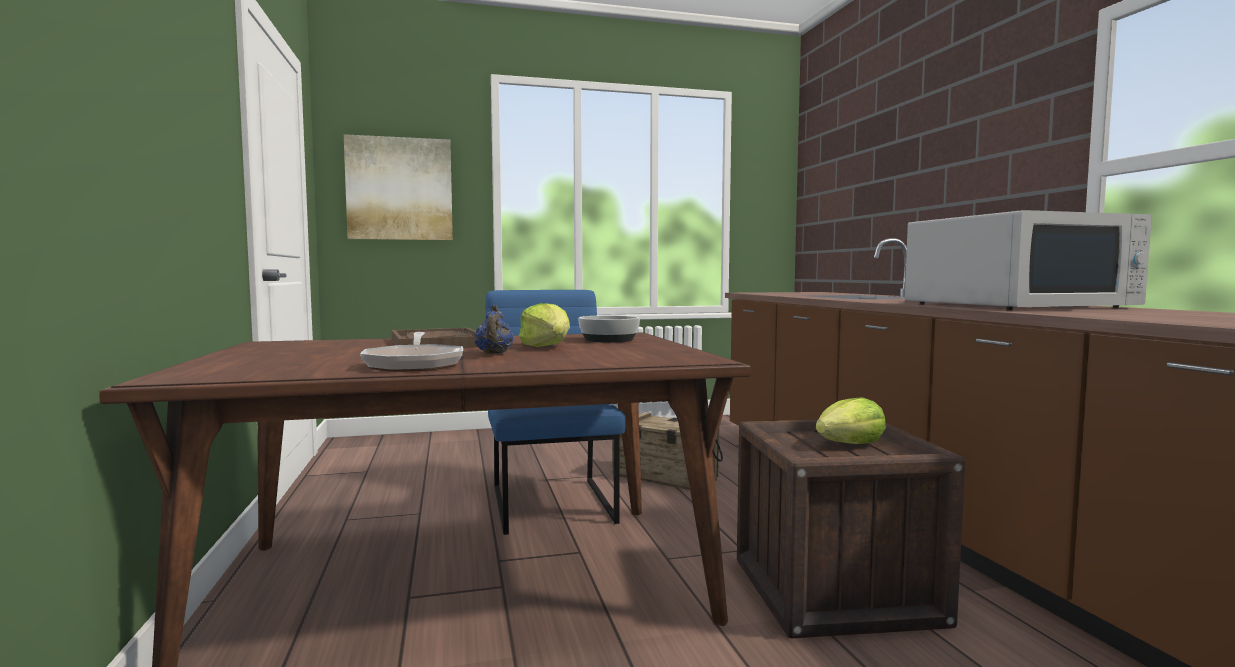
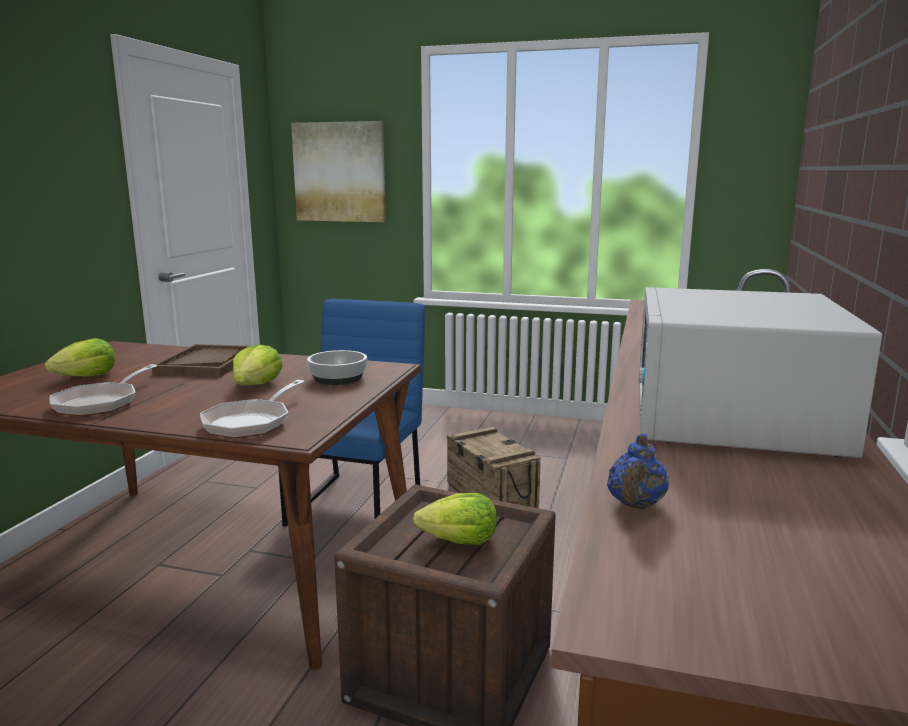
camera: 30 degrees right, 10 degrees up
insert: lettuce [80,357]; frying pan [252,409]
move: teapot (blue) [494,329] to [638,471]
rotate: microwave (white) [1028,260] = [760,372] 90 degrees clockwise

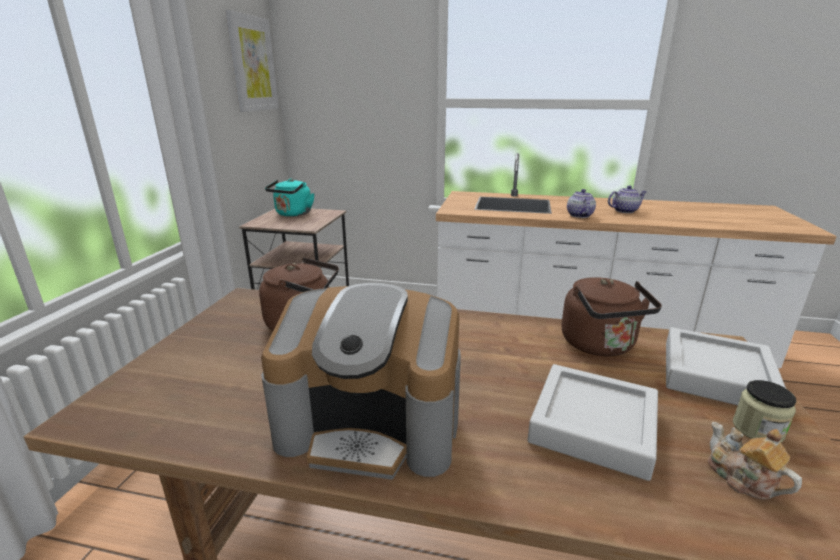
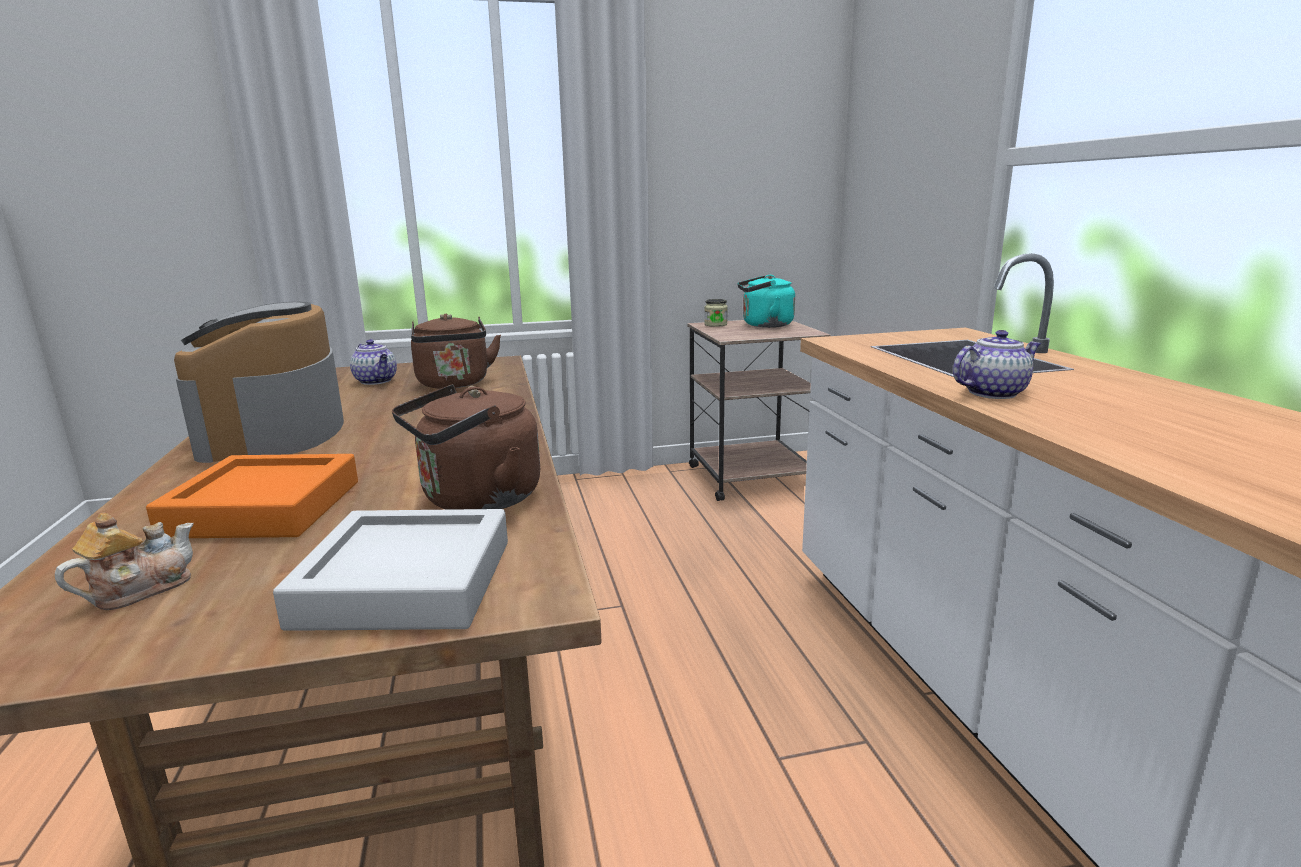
camera: 65 degrees right, 5 degrees down
delete: picture [252,61]
move: teapot [627,199] to [373,362]; jar [764,411] to [716,313]
recolor: tray (grey) [593,422] to tray (orange) [252,496]

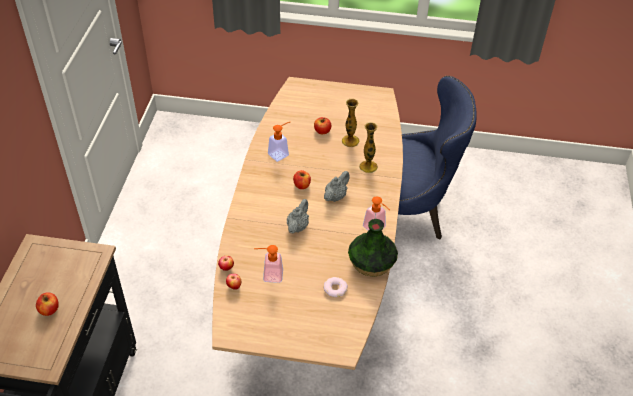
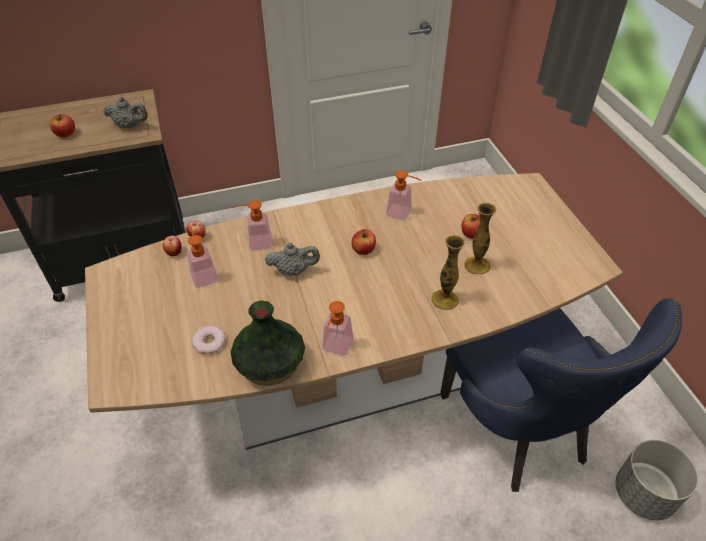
camera: 65 degrees right, 0 degrees up
insert: soap dispenser [252,225]; planter (grey) [657,480]
move: teapot (grey) [337,186] to [125,112]

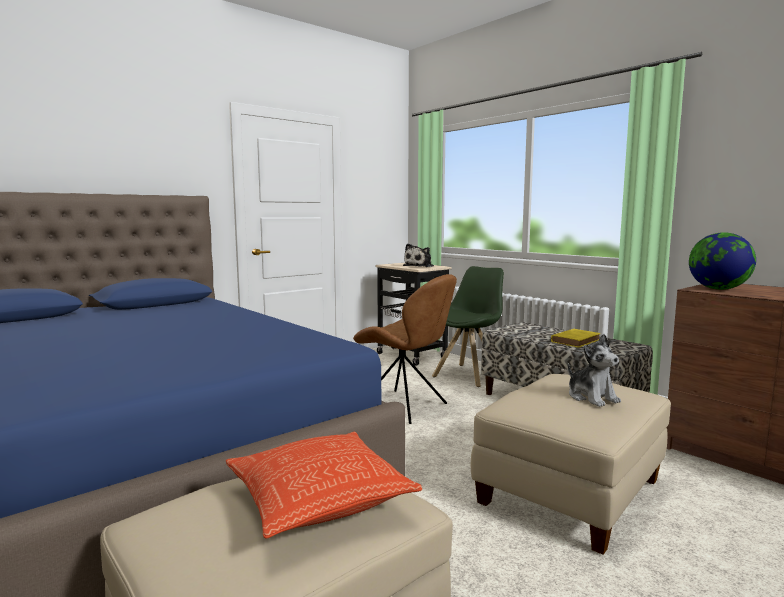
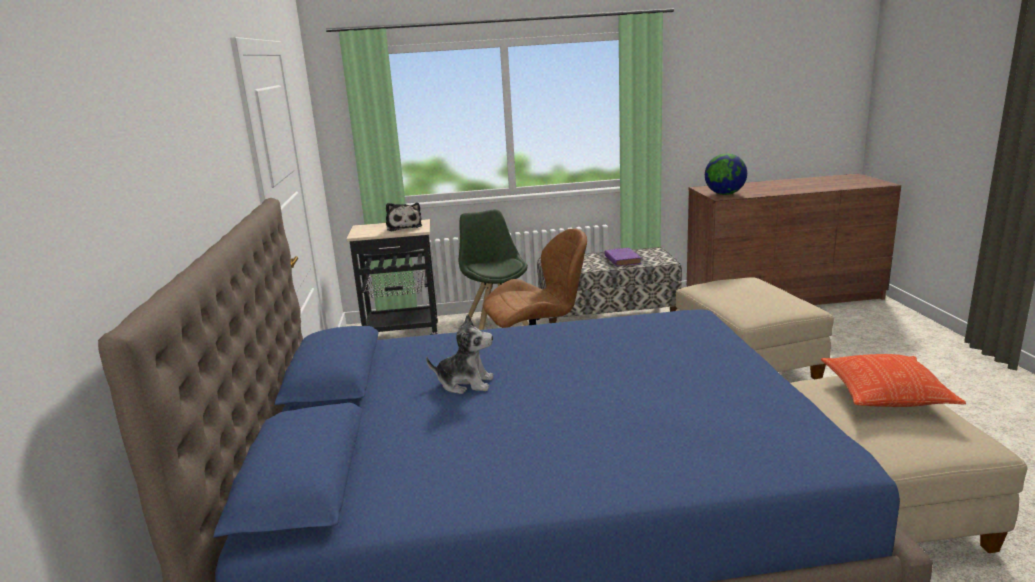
camera: 55 degrees left, 10 degrees up
move: plush toy [594,370] to [460,354]
recolor: book (yellow) [576,338] to book (purple) [623,257]

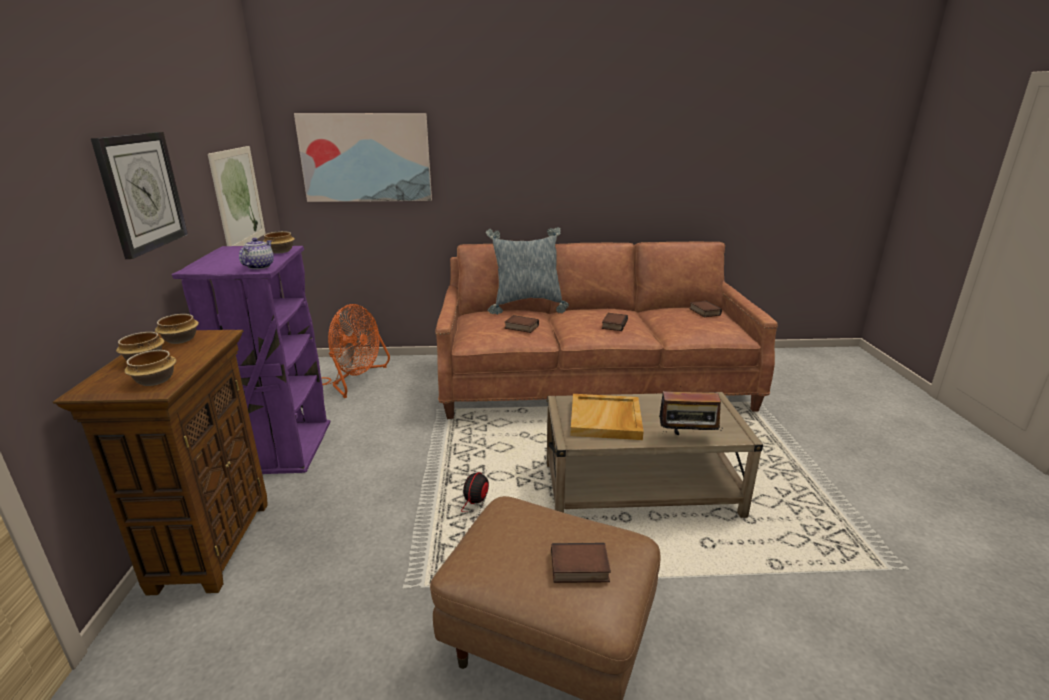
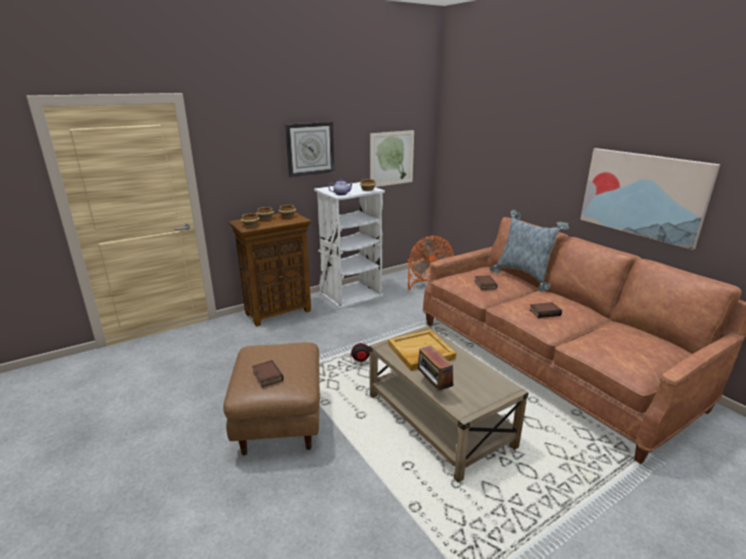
camera: 60 degrees right, 0 degrees up
delete: book [705,309]
move: picture [363,157] to [650,199]
recolor: bookcase (purple) [251,360] to bookcase (white) [349,245]

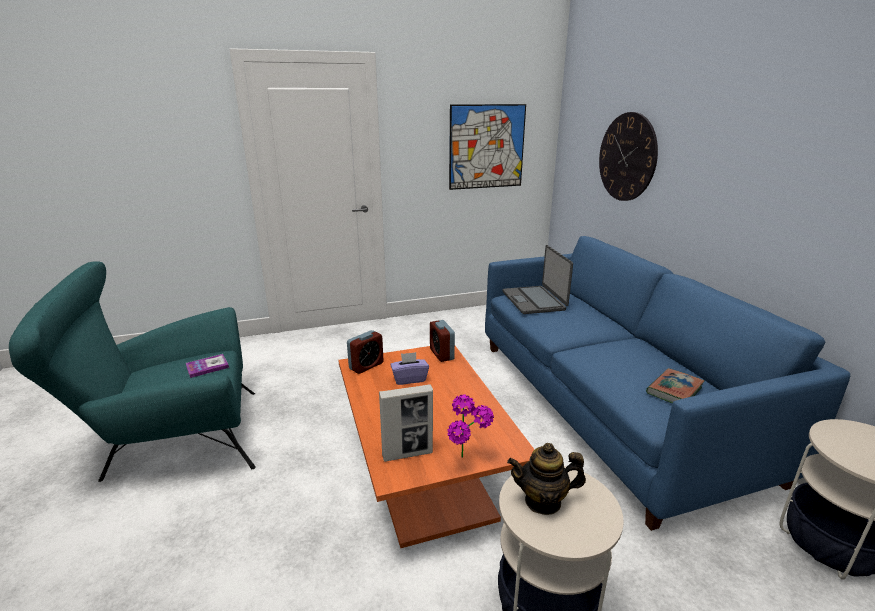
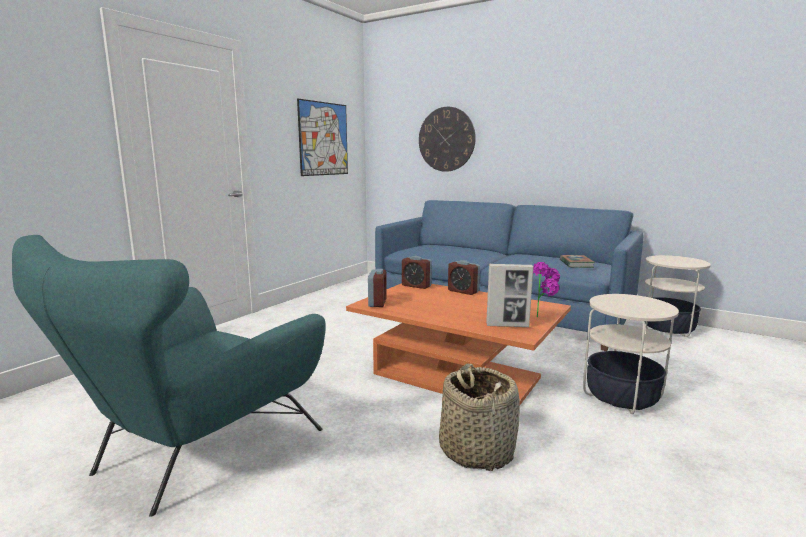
camera: 40 degrees left, 10 degrees down
delete: book [207,366]; tissue box (purple) [409,368]; laptop [537,279]; teapot [546,479]
insert: basket [479,417]; alarm clock [464,277]
rotate: picture frame [406,423] = [510,295] 60 degrees clockwise

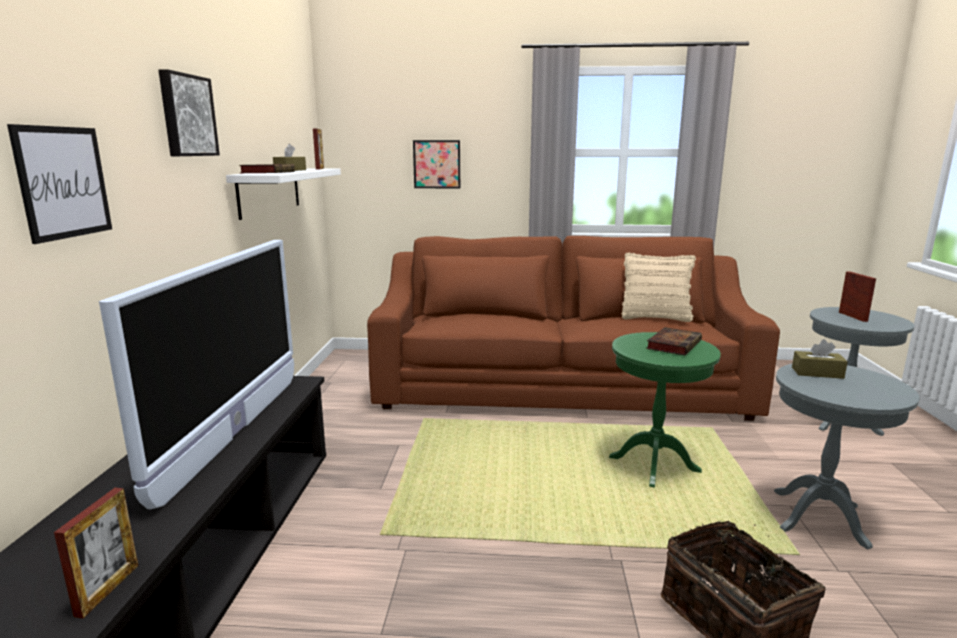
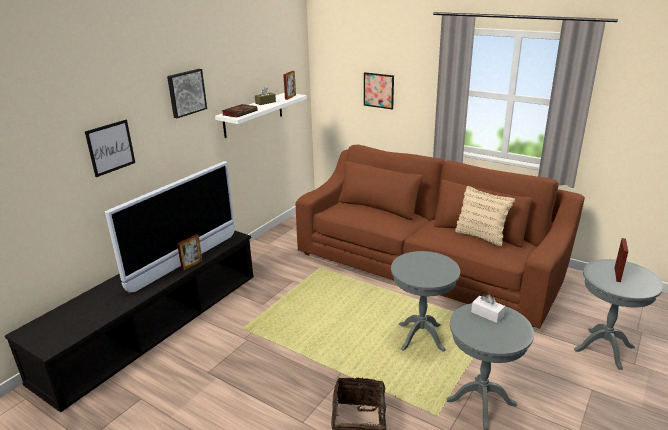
camera: 30 degrees right, 10 degrees up
delete: book [674,341]
move: picture frame [96,553] to [190,252]
recolor: side table (green) [665,409] to side table (grey) [425,301]; tissue box (brown) [820,359] to tissue box (white) [488,308]

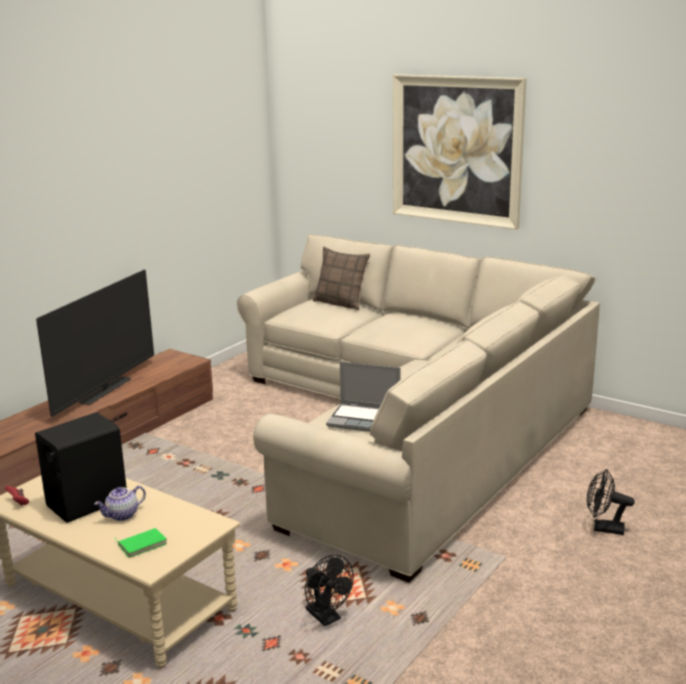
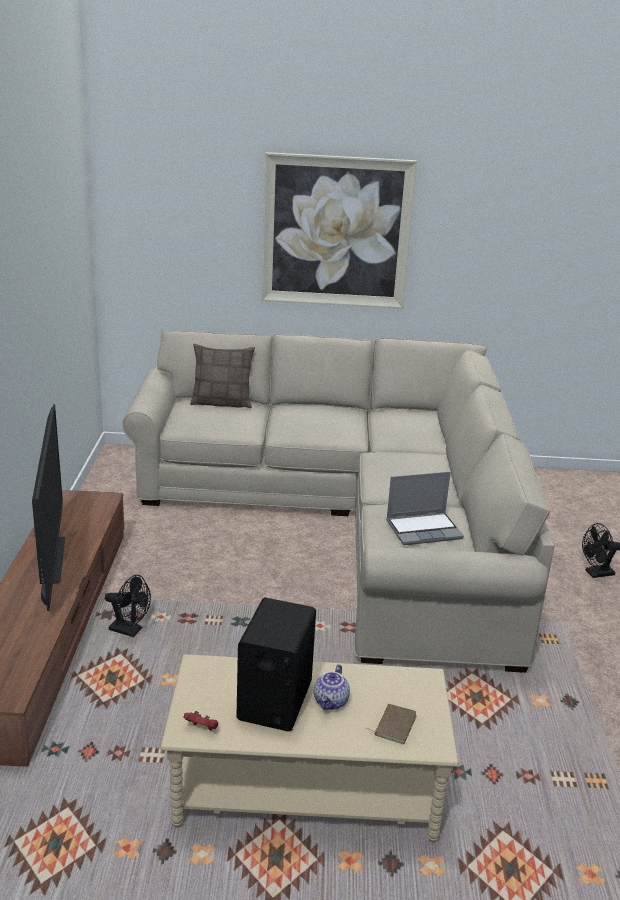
camera: 35 degrees left, 5 degrees up
move: fan (black) [329,590] to [128,606]
recolor: book (green) [141,543] to book (brown) [391,724]

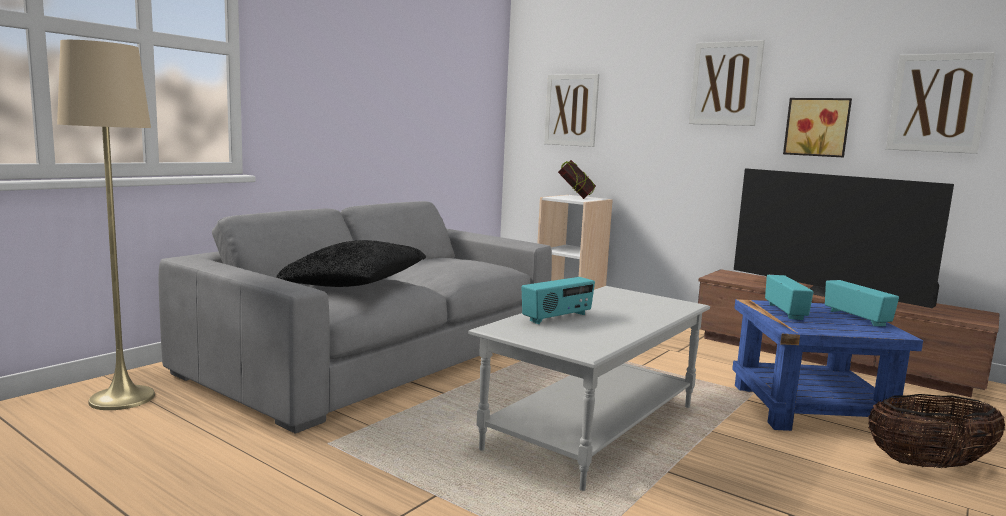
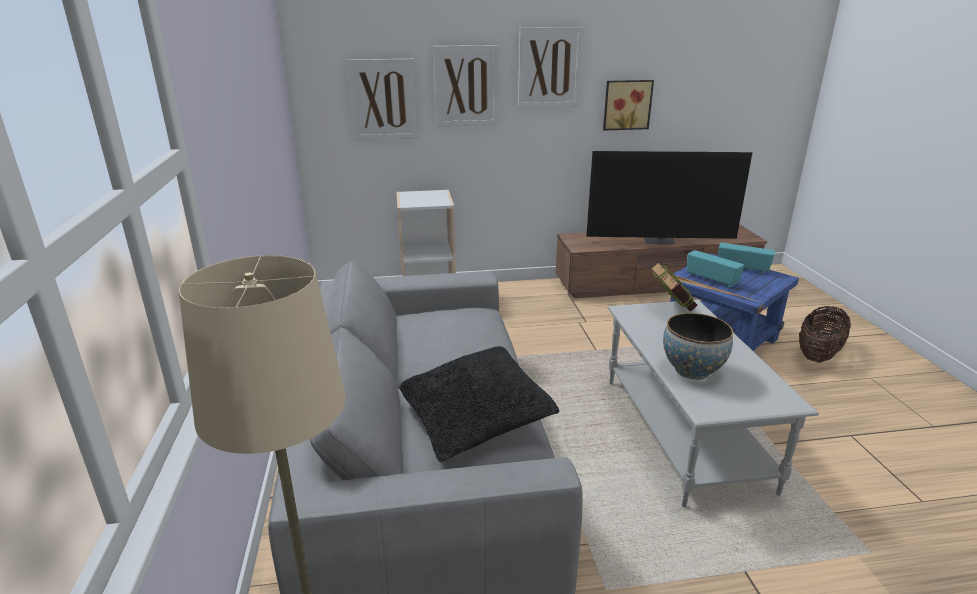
camera: 45 degrees left, 15 degrees up
move: book [577,179] to [674,286]; picture [940,103] to [466,86]
replace: radio [558,300] to bowl [698,346]

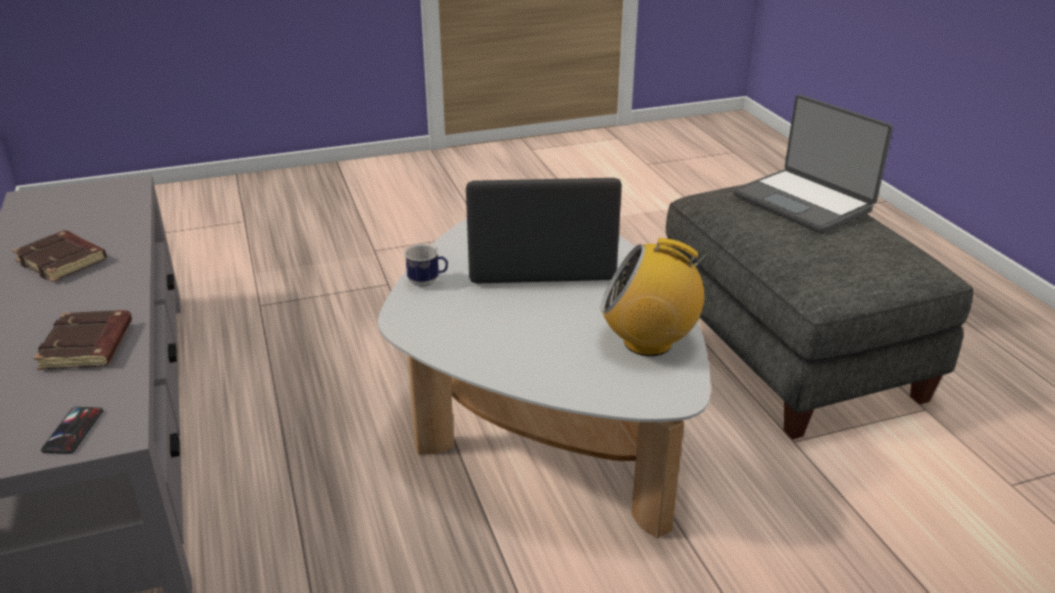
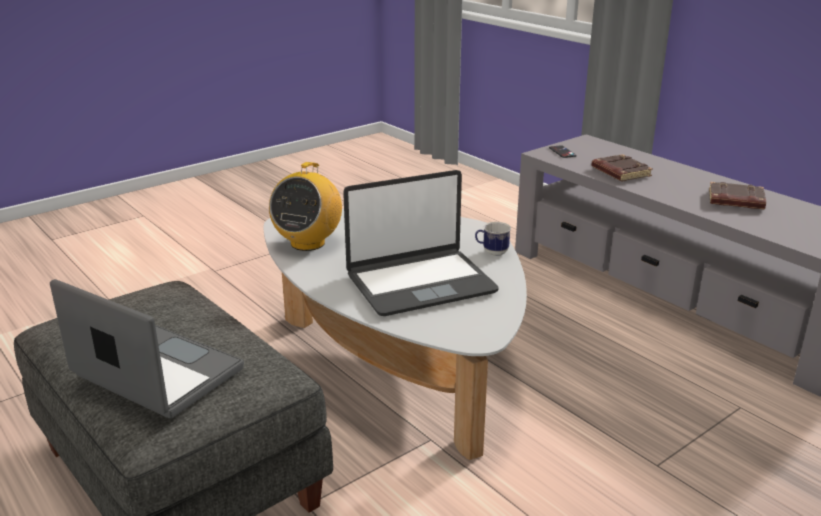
camera: 160 degrees right, 5 degrees down
rotate: radio [655,297] = [305,206] 120 degrees clockwise

